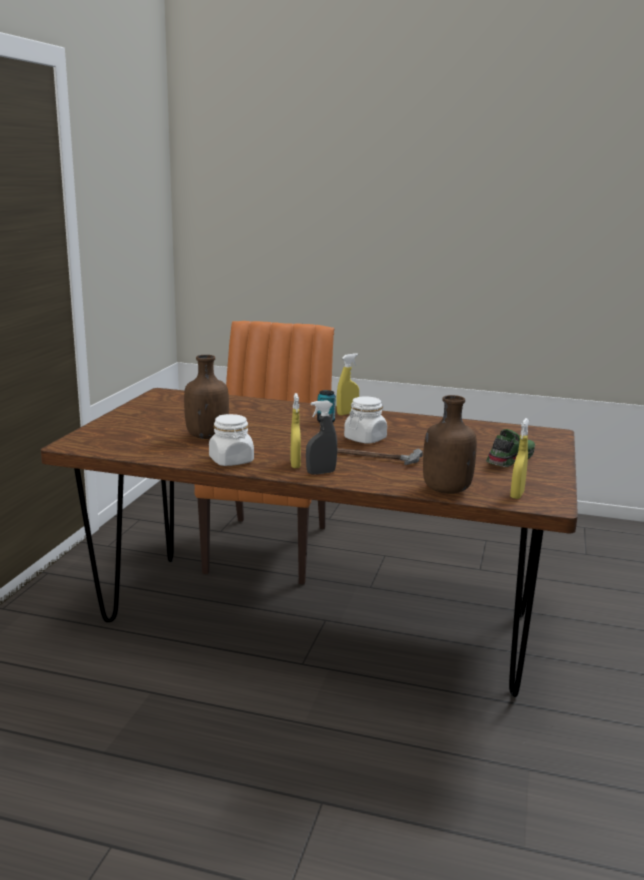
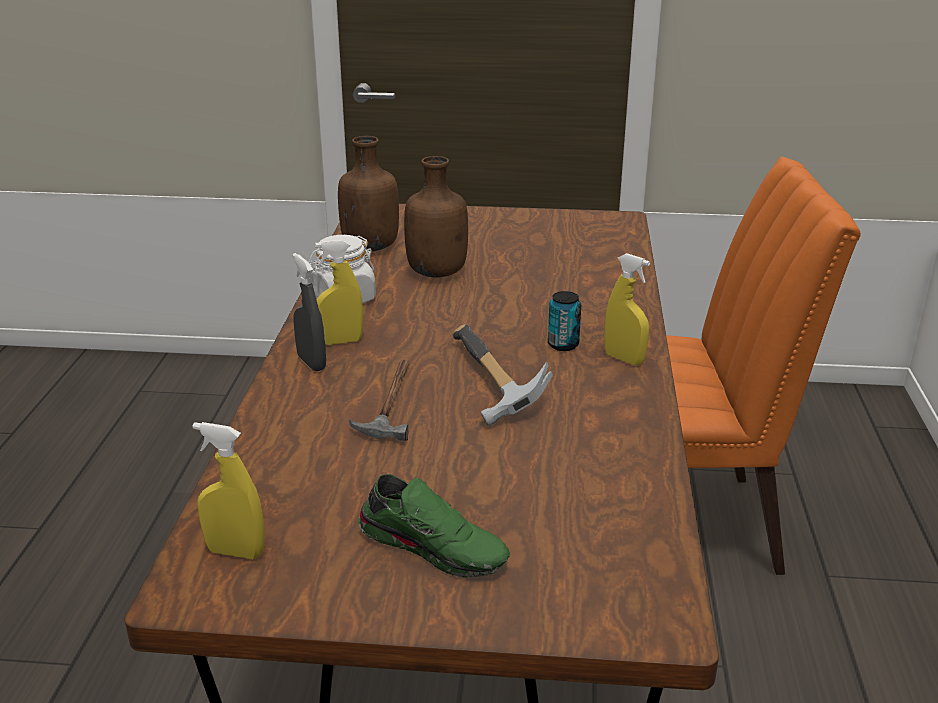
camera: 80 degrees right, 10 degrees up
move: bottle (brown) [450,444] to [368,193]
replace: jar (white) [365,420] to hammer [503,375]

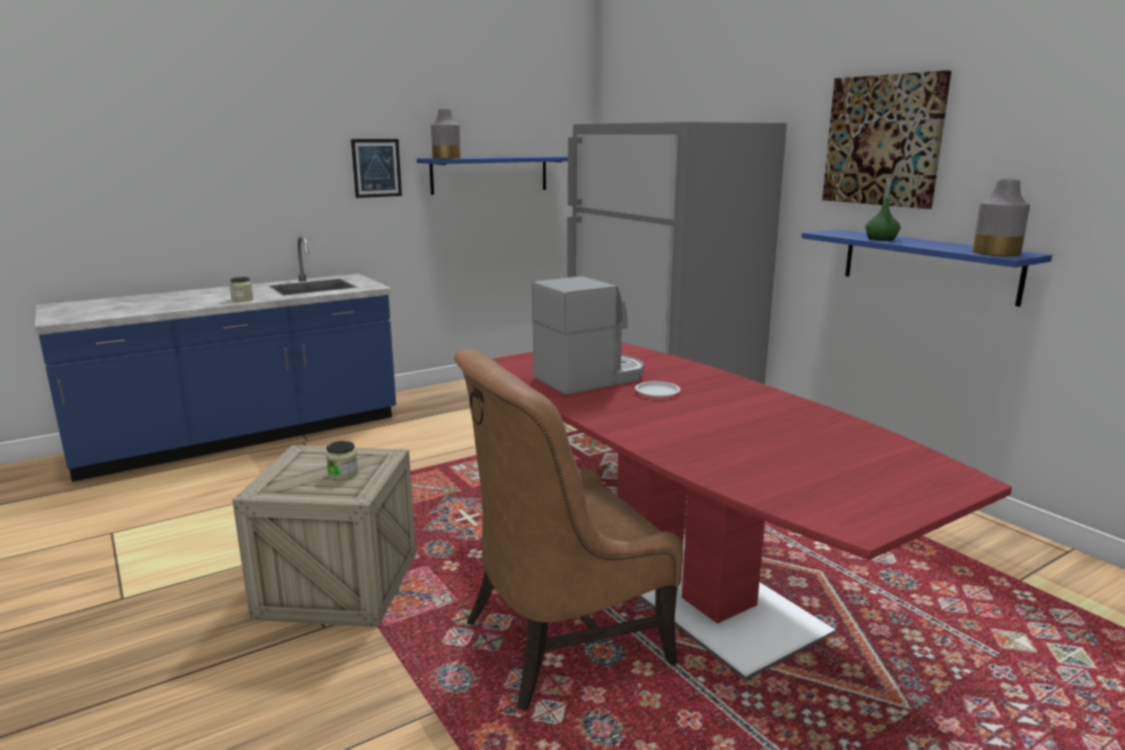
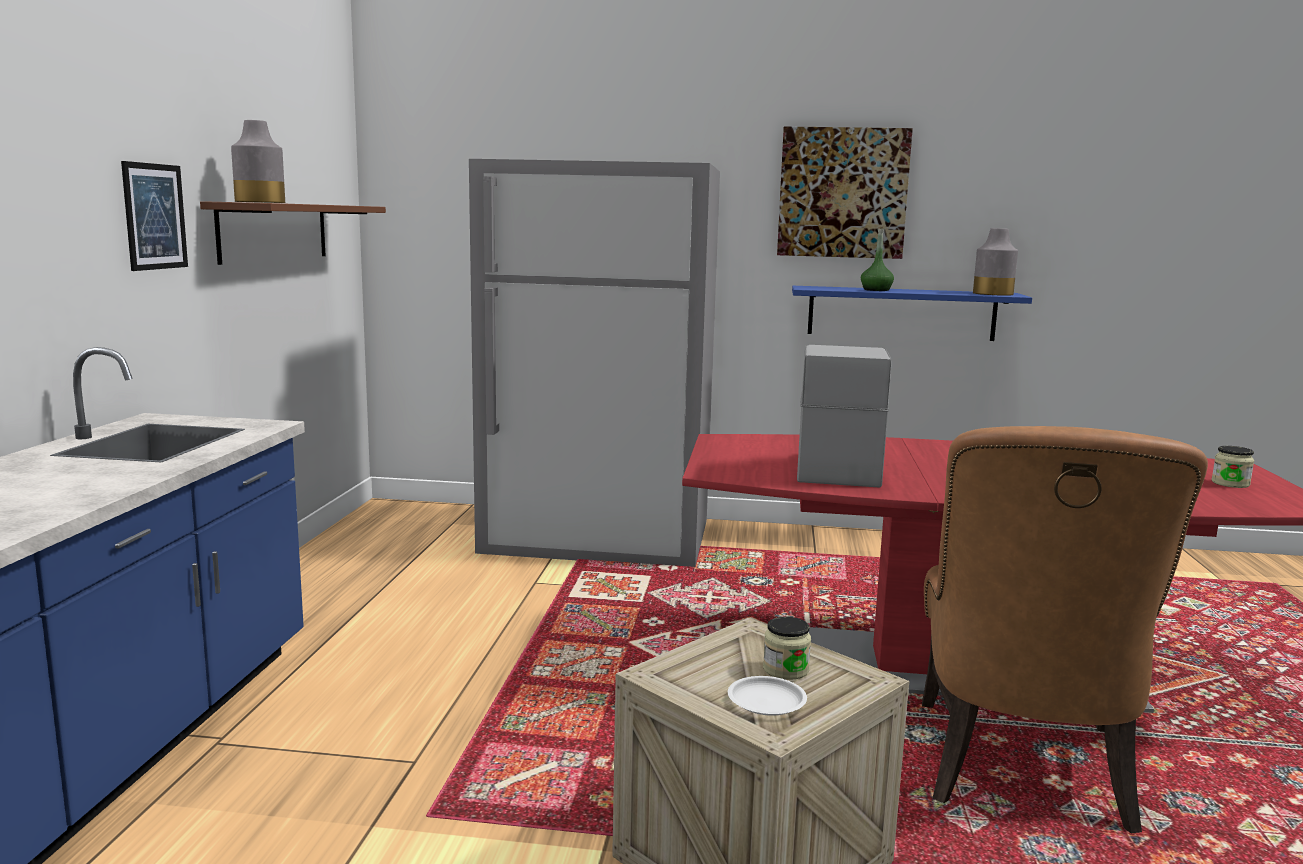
camera: 50 degrees left, 5 degrees down
move: jar [241,289] to [1232,467]; plate (white) [657,389] to [767,696]
recolor: shelf (blue) [492,175] to shelf (brown) [293,233]

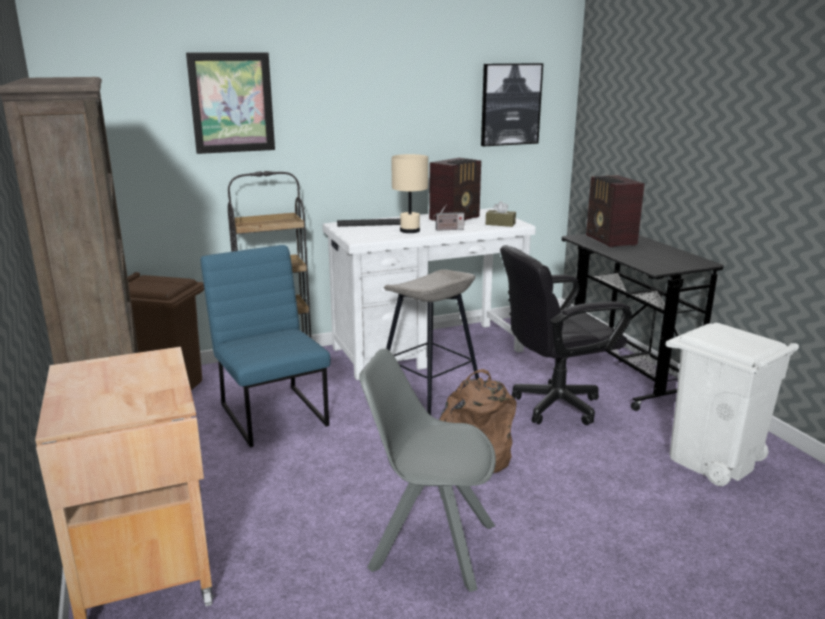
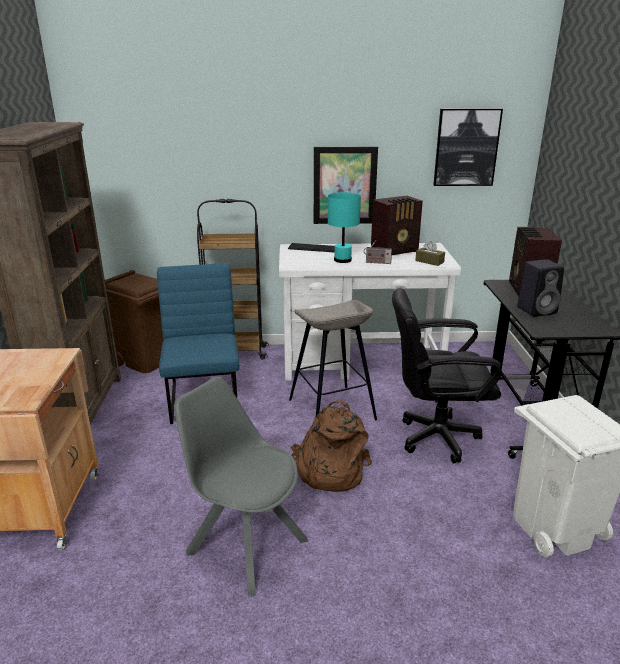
camera: 20 degrees right, 5 degrees up
insert: speaker (black) [540,288]
move: picture [230,103] to [346,185]
recolor: table lamp (beige) [410,193] to table lamp (turquoise) [344,227]

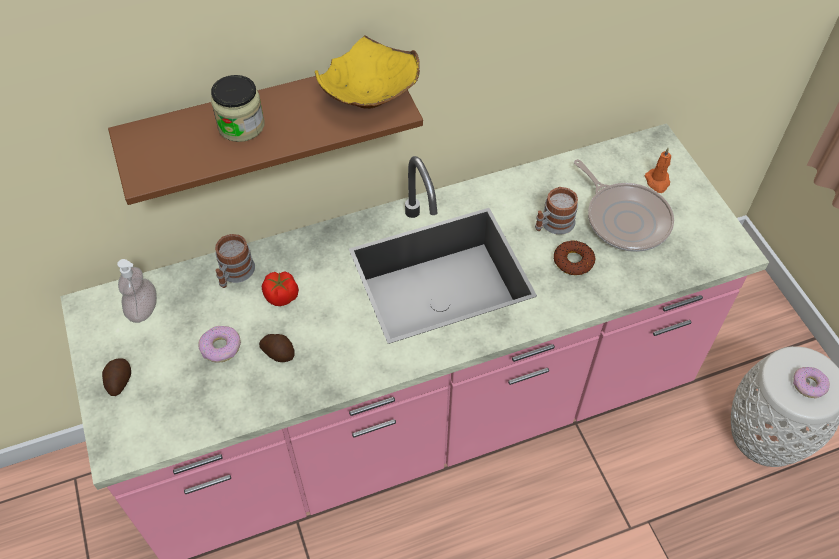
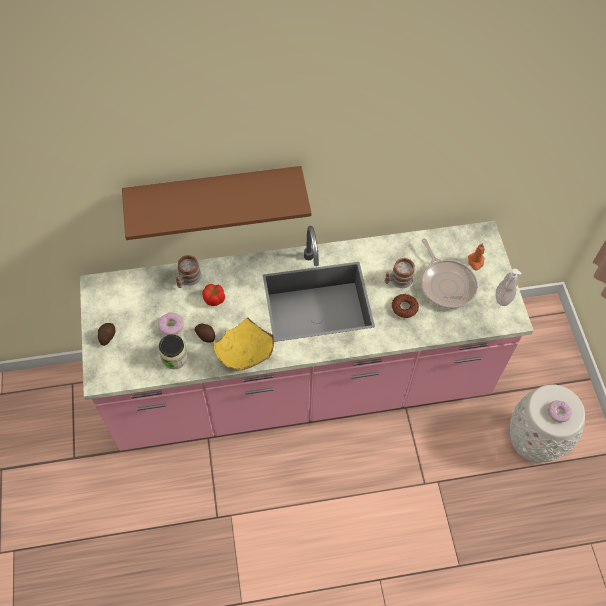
camera: 10 degrees right, 5 degrees up
move: soap dispenser [137,291] to [508,287]; jar [237,108] to [173,352]; bowl (yellow) [367,72] to [243,344]

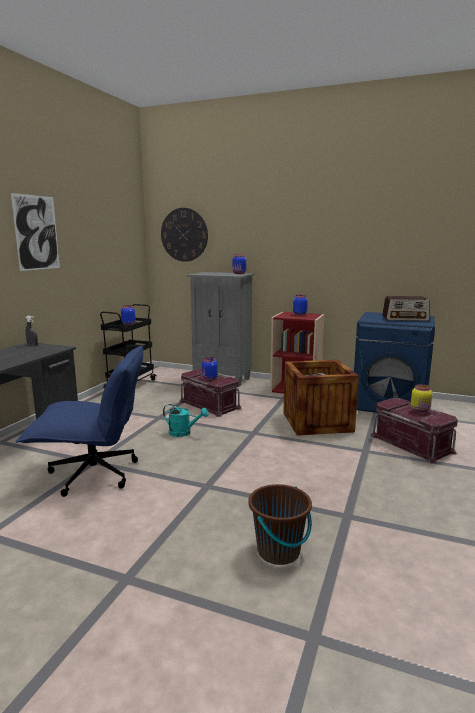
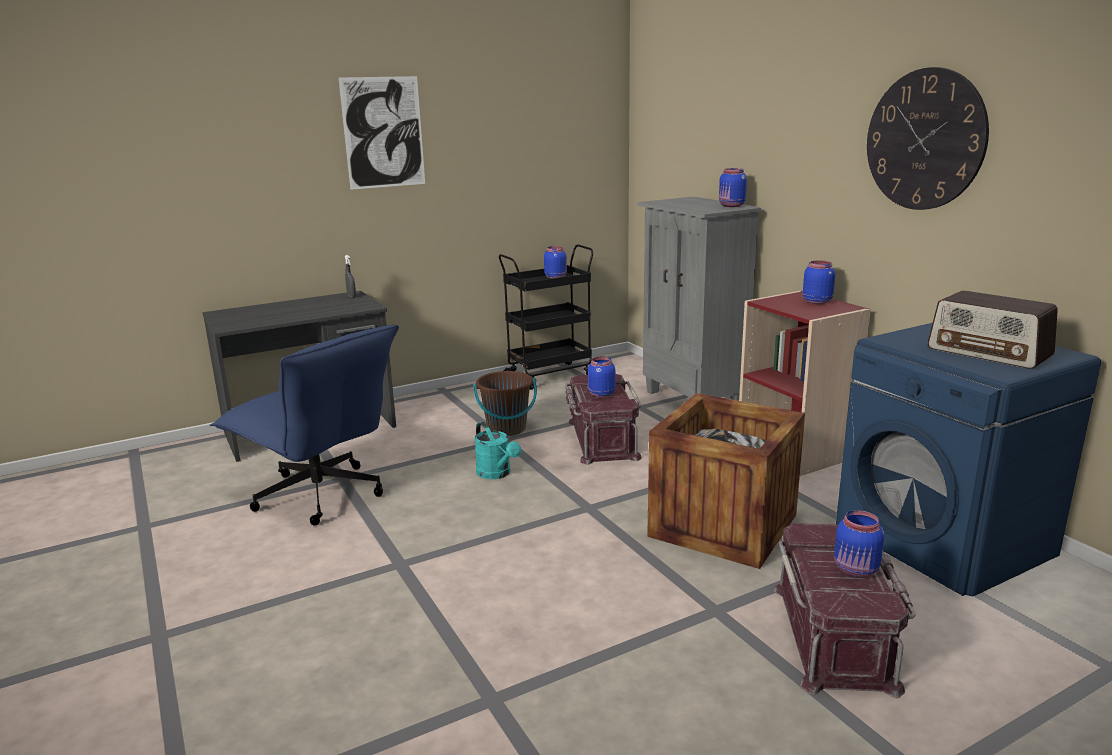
camera: 40 degrees right, 5 degrees up
move: wall clock [184,235] to [928,138]; bucket (brown) [280,524] to [505,403]
recolor: jar (yellow) [421,398] to jar (blue) [859,544]

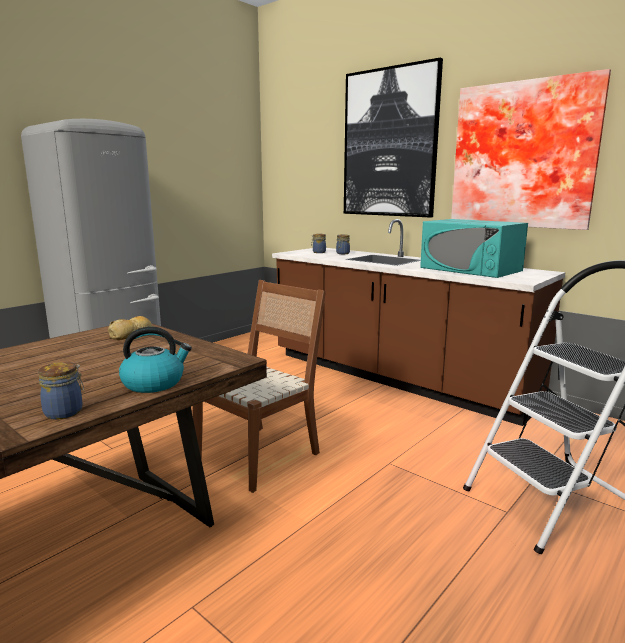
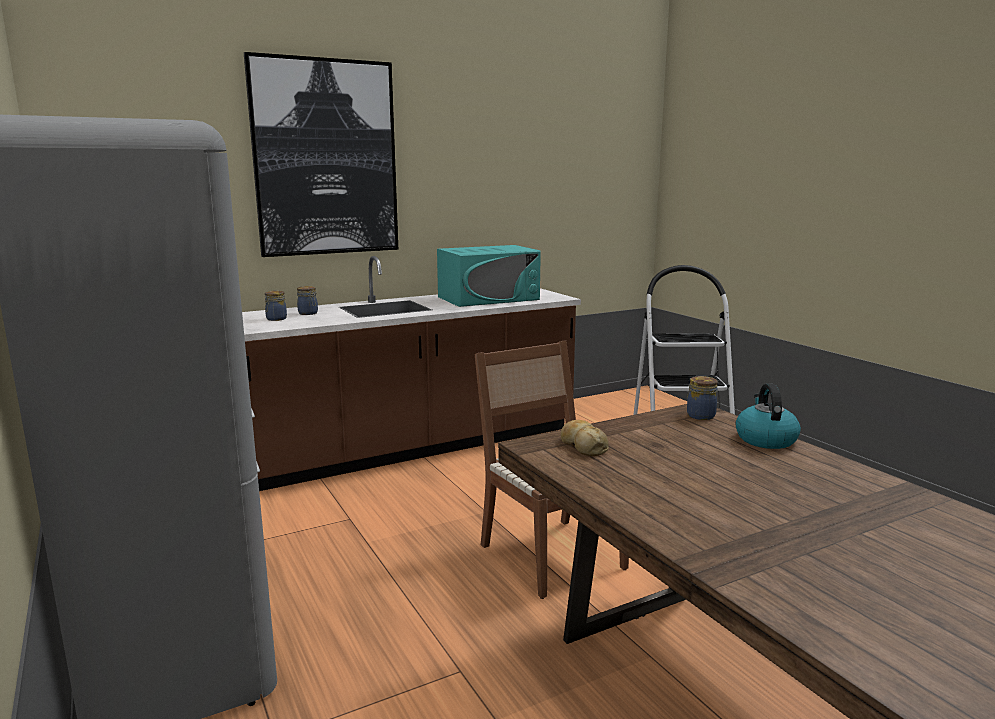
camera: 70 degrees left, 0 degrees up
delete: picture [531,149]
move: jar [61,391] to [702,398]

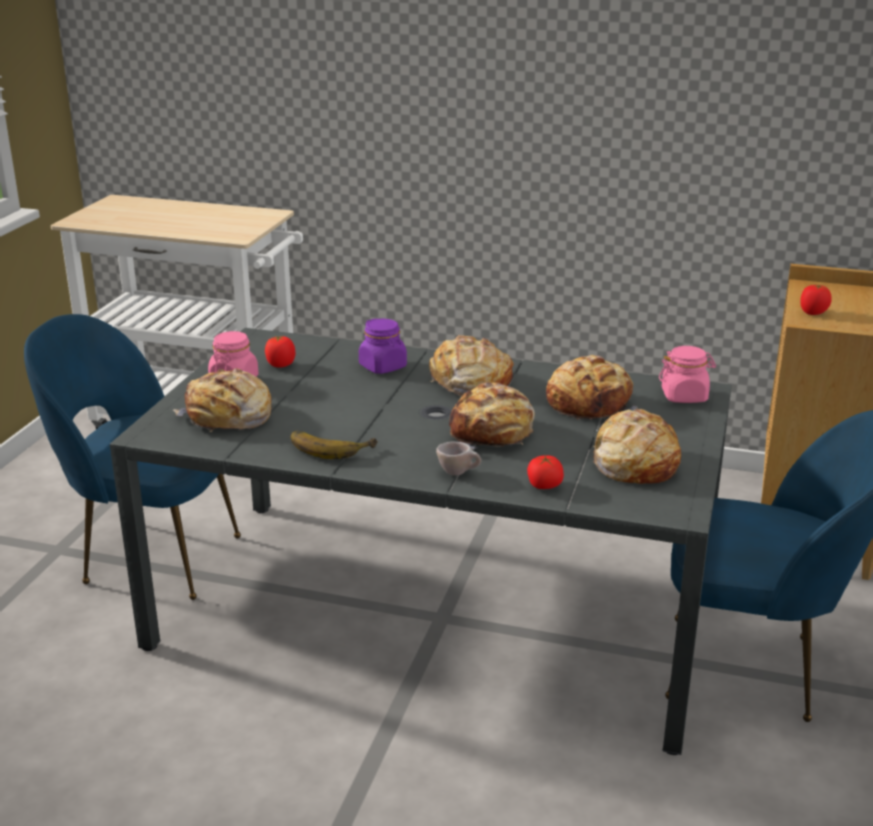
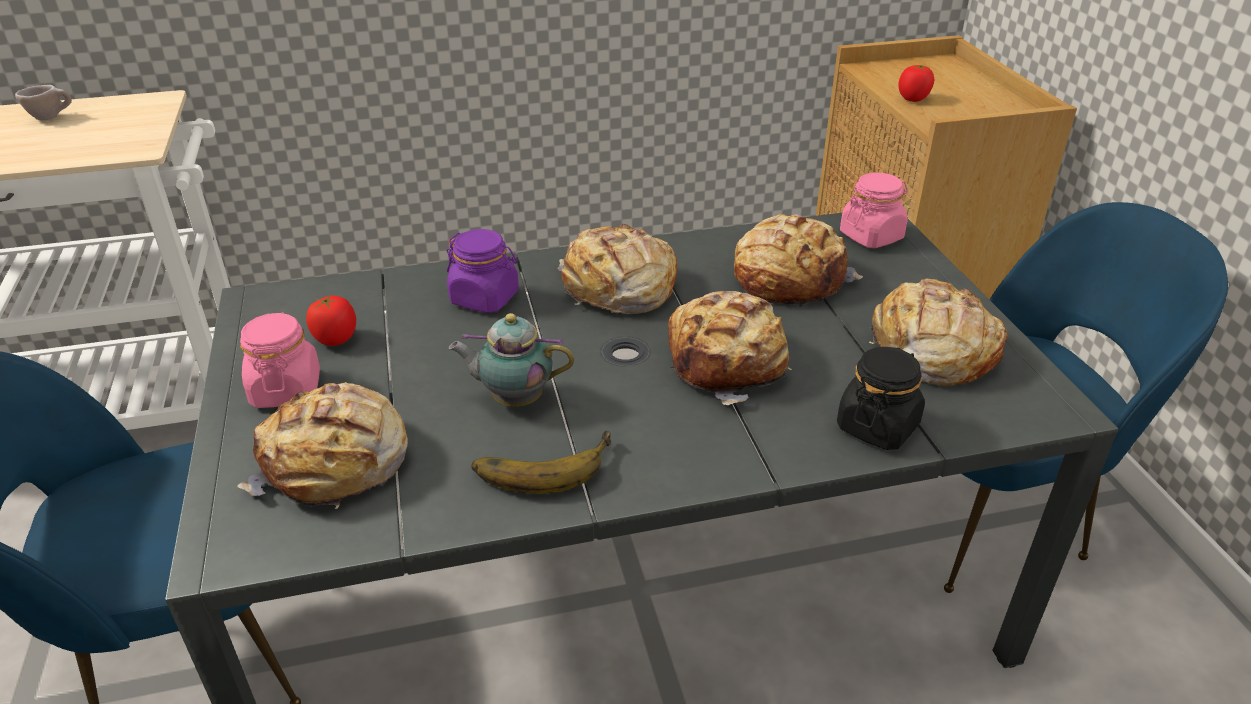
camera: 30 degrees left, 10 degrees up
insert: teapot [511,360]
move: cup (beige) [458,459] to [43,102]
replace: tomato [545,472] to jar (black) [881,398]

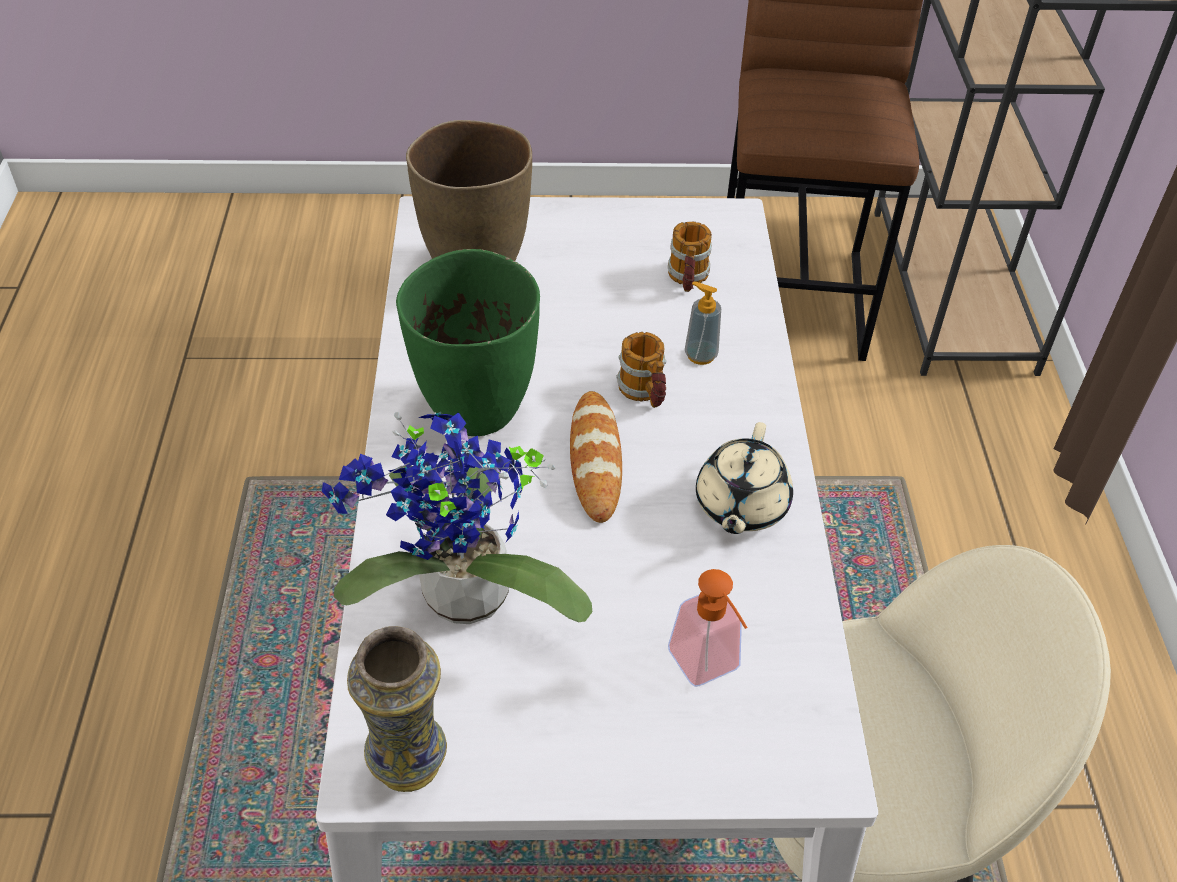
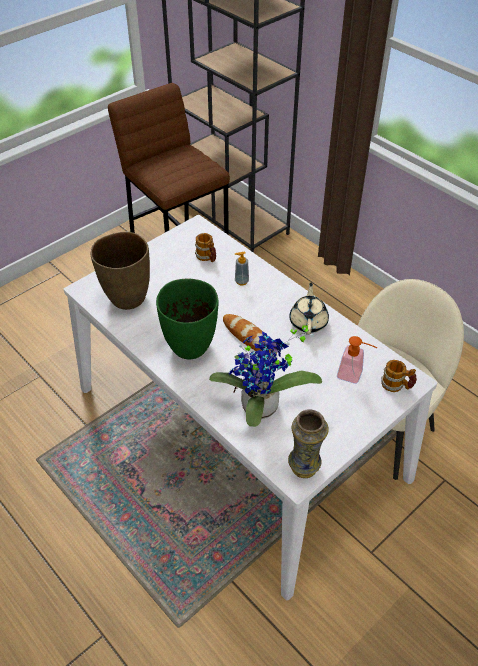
camera: 40 degrees left, 0 degrees up
move: mug [641,370] to [399,376]
rotate: teapot (beige) [744,478] = [309,309] 150 degrees counterclockwise

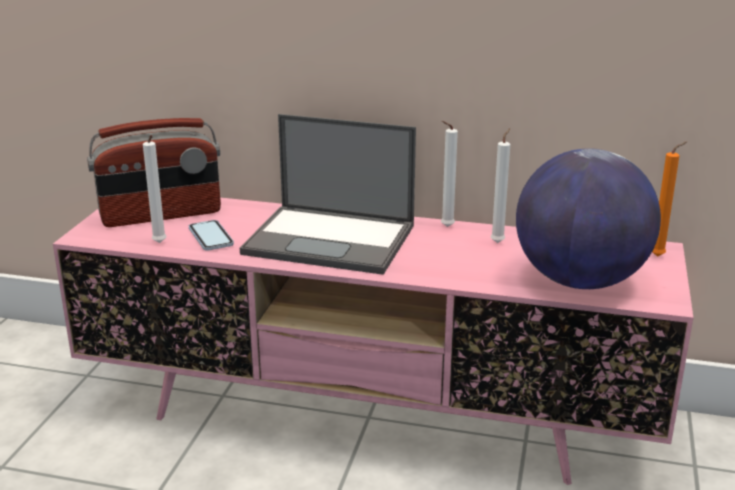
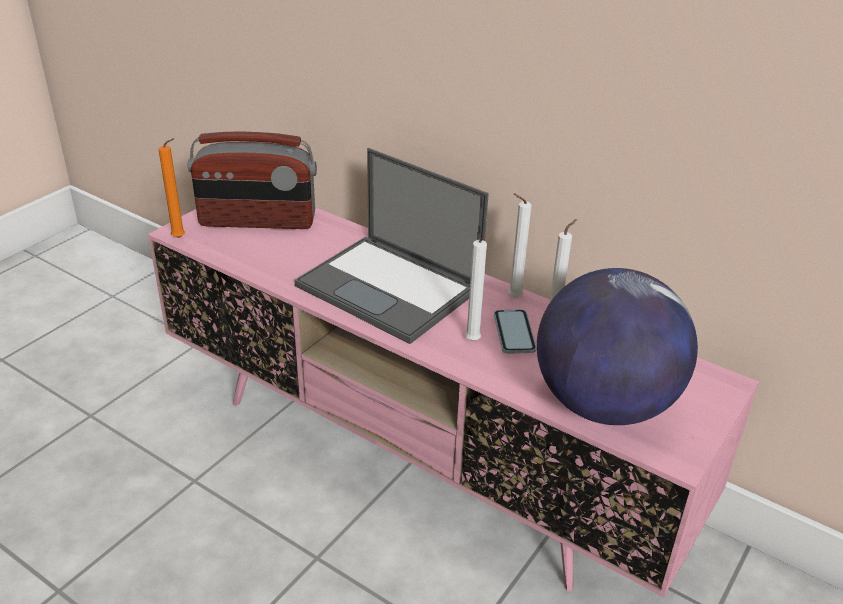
camera: 20 degrees right, 10 degrees up
move: candle (white) [154,189] to [476,289]; phone [211,235] to [515,331]; candle (orange) [669,199] to [171,188]

